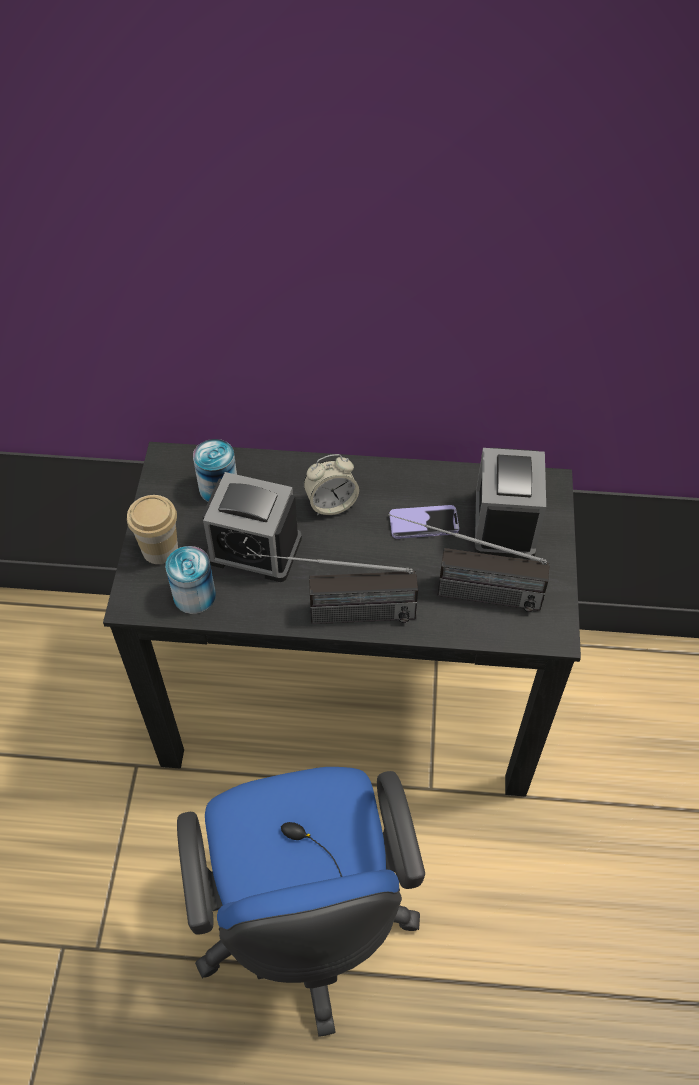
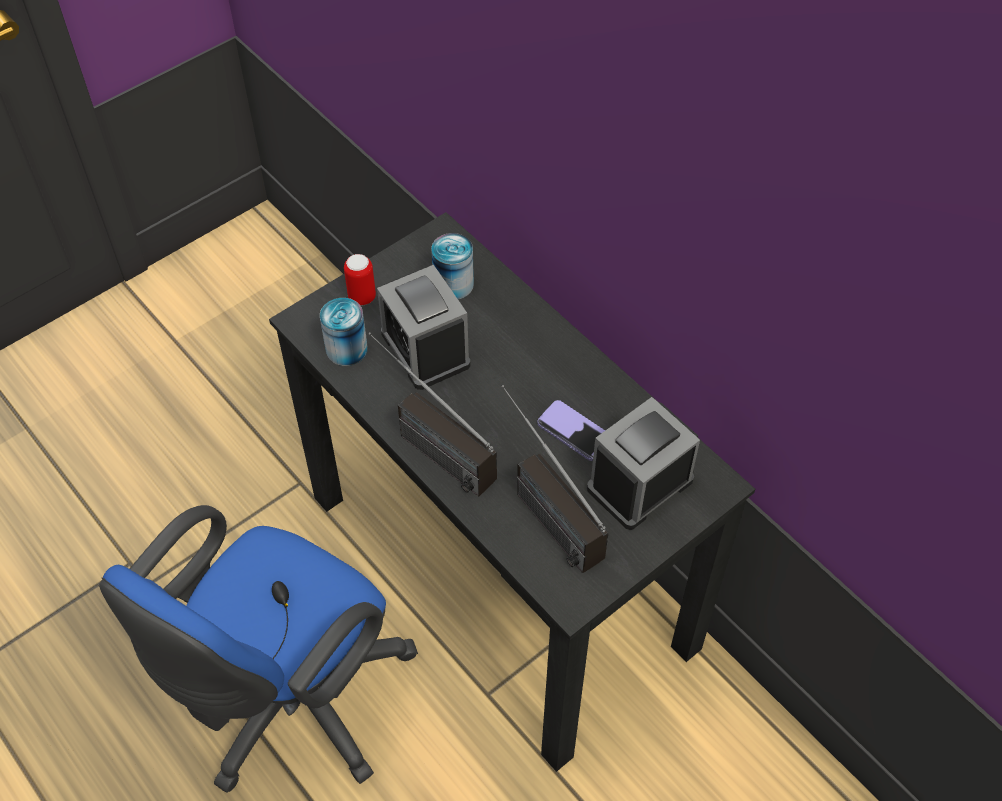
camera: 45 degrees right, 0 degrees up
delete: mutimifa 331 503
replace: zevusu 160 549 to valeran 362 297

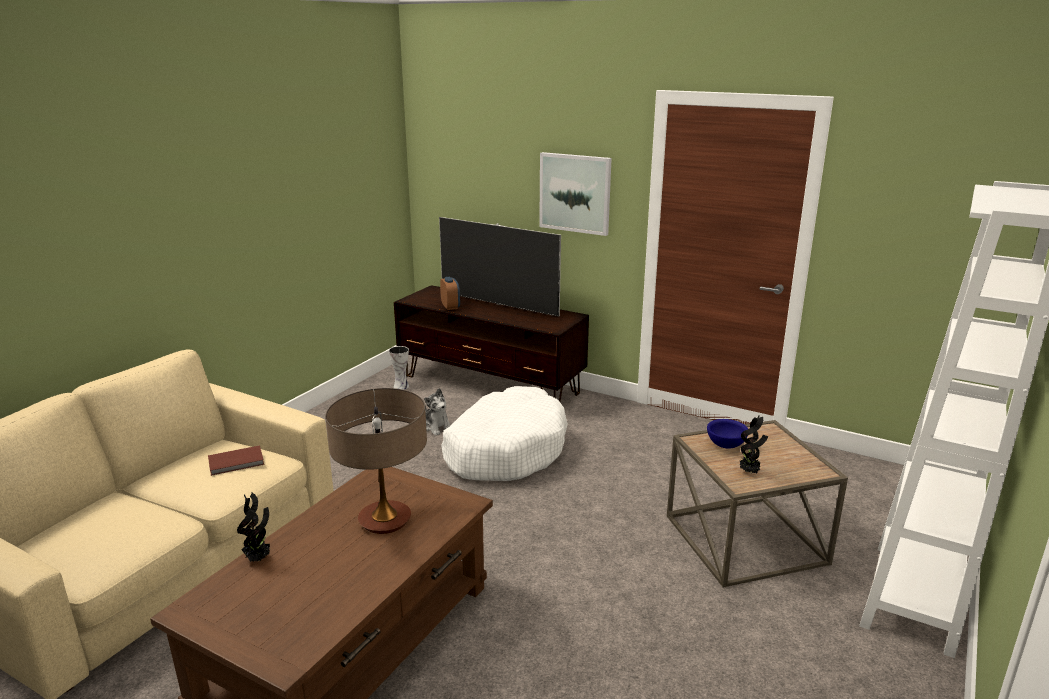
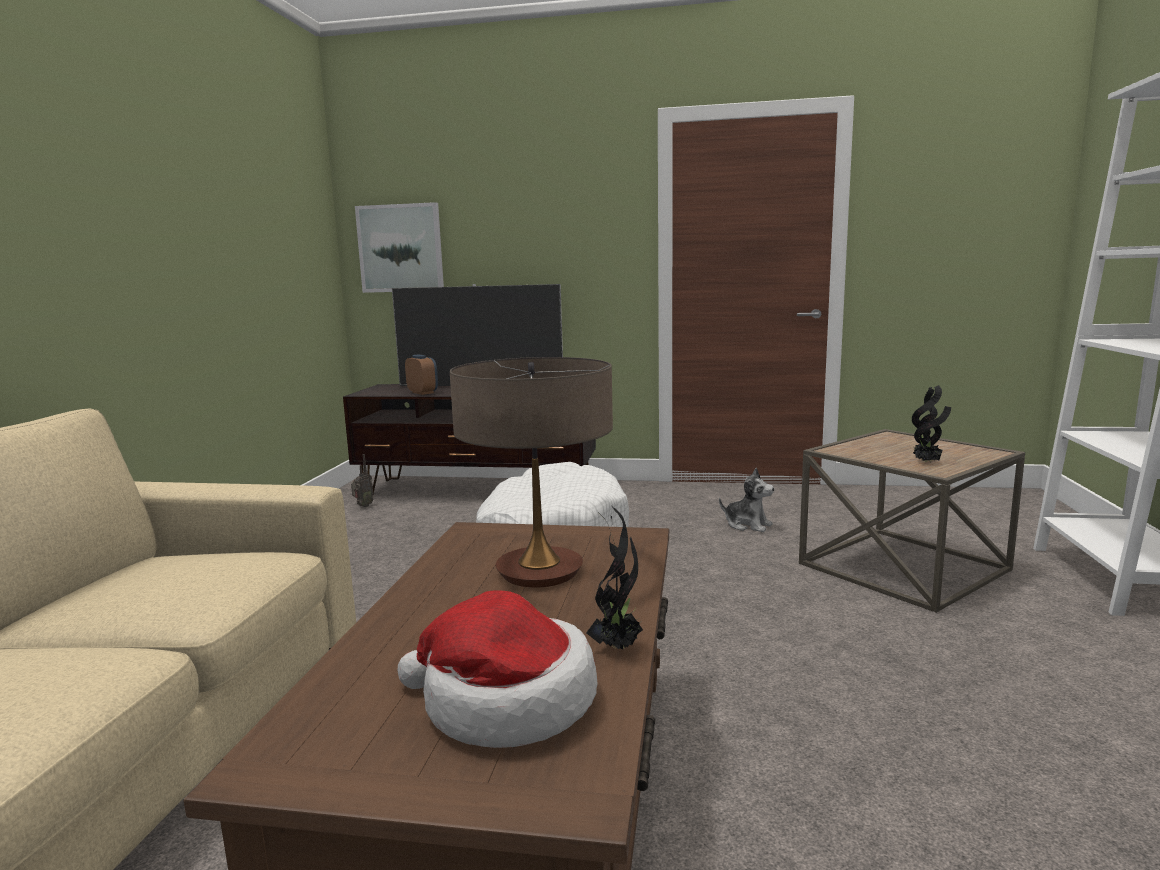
camera: 20 degrees left, 10 degrees down
delete: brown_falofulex 237 462; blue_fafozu 726 445
insert: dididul 505 702
move: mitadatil 575 193 to 401 248; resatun 259 559 to 618 647; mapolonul 436 427 to 747 525
replace: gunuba 401 386 to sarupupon 363 506

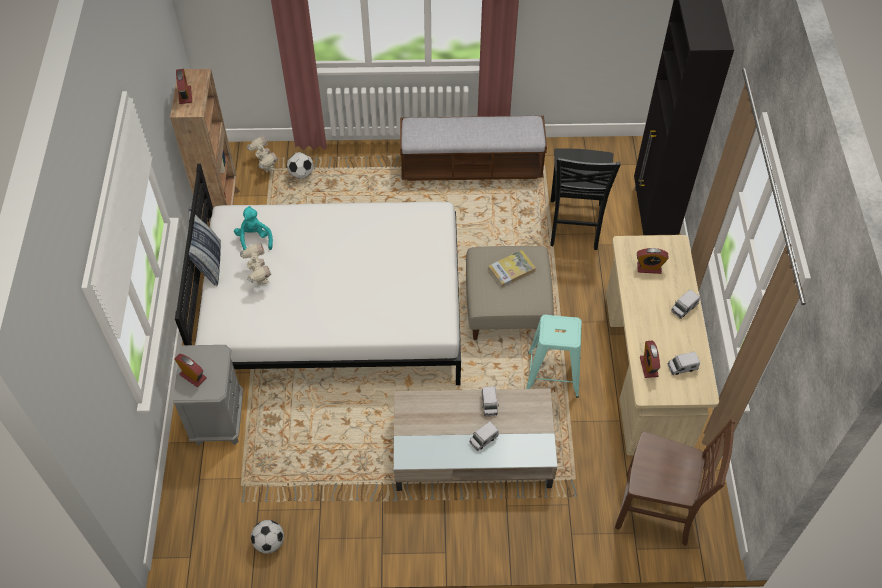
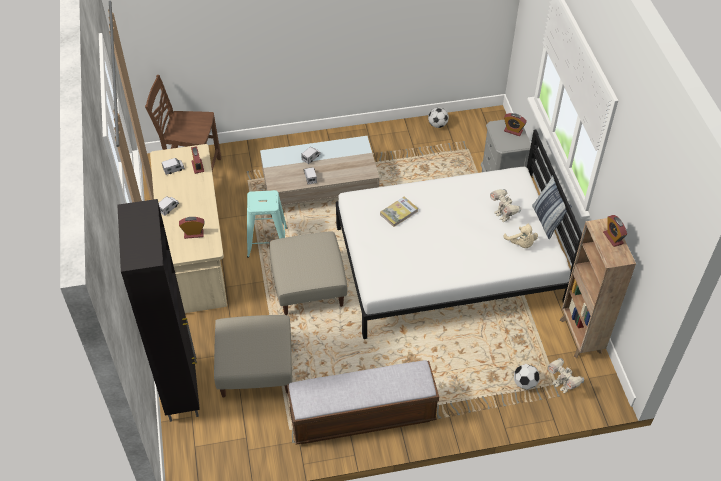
camera: 170 degrees right, 5 degrees down
move: falofulex 511 270 to 399 213
replace: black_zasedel 574 225 to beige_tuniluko 256 368
recolor: turquoise_mapolonul 254 239 to beige_mapolonul 521 244

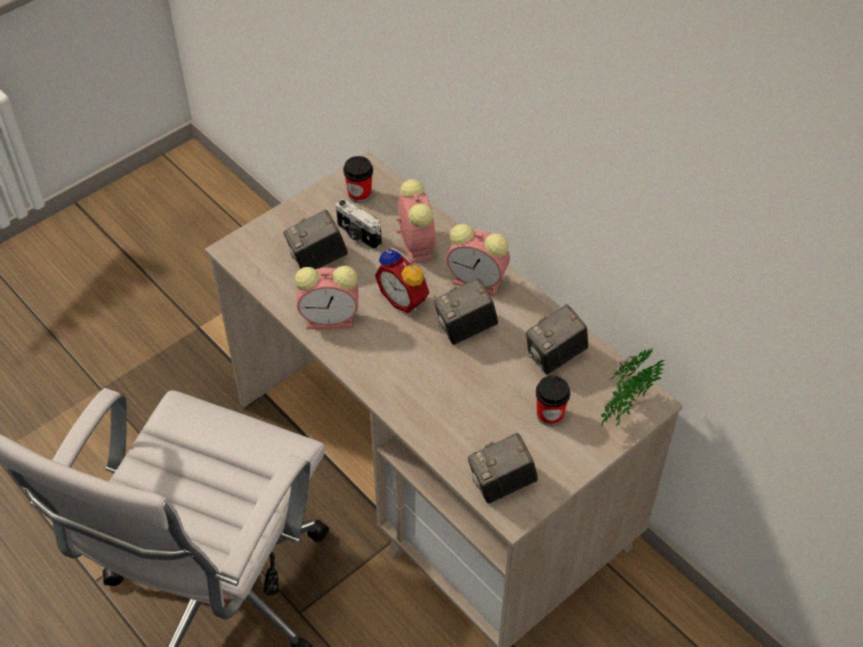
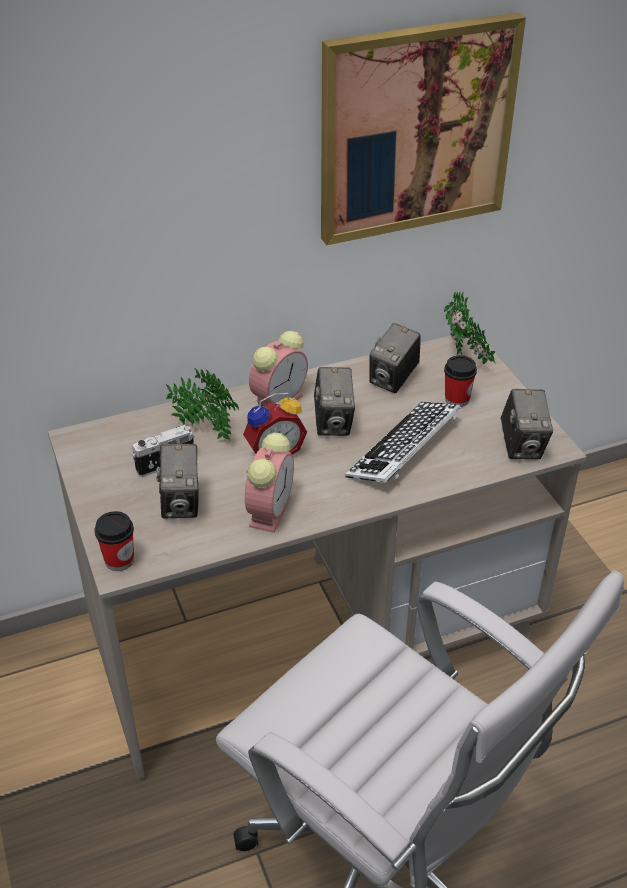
camera: 70 degrees left, 10 degrees down
insert: mitadatil 415 129; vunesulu 404 449
move: zevusu 359 195 to 119 560
replace: mutimifa 415 244 to resatun 204 429
rotate: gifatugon 555 357 = 393 379 45 degrees clockwise

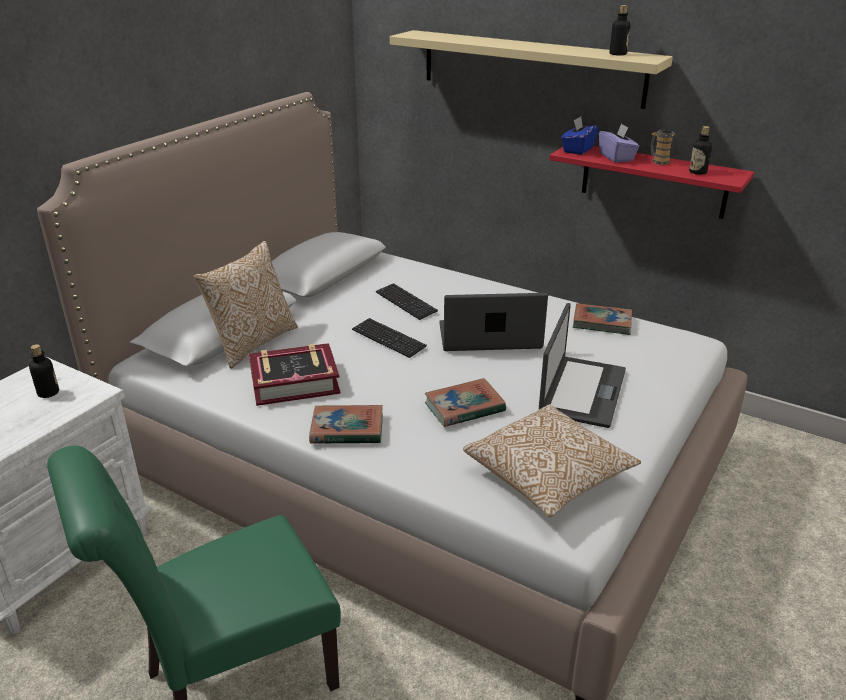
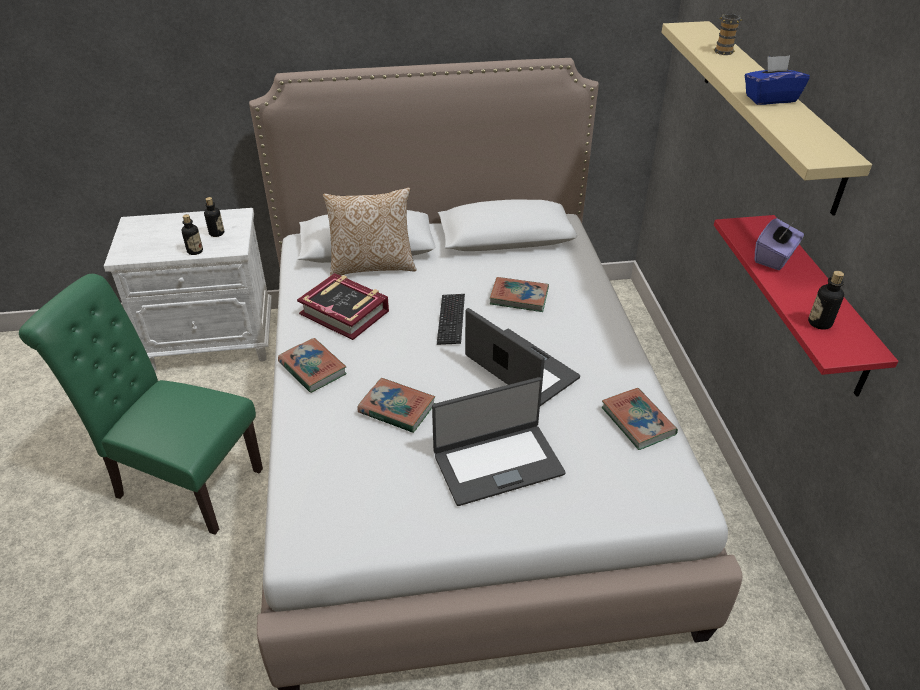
camera: 50 degrees right, 10 degrees up
delete: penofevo 547 476
move: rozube 618 54 to 195 251; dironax 658 161 to 723 50; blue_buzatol 578 150 to 770 98
replace: vunesulu 406 303 to falofulex 519 297

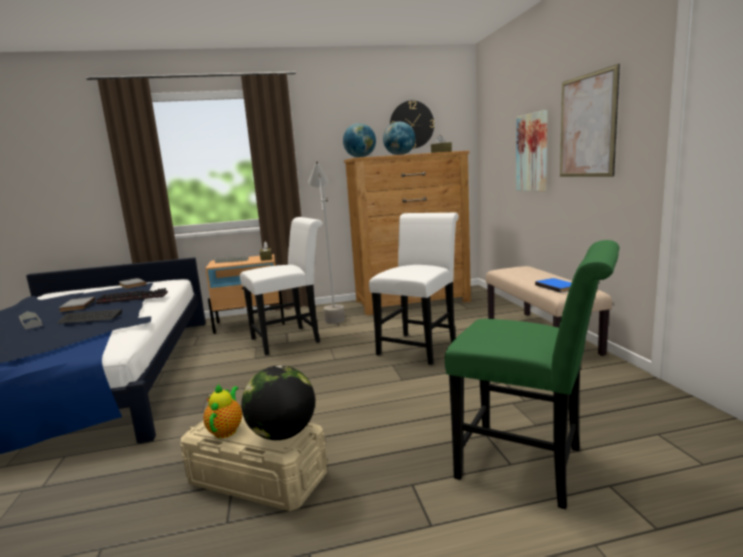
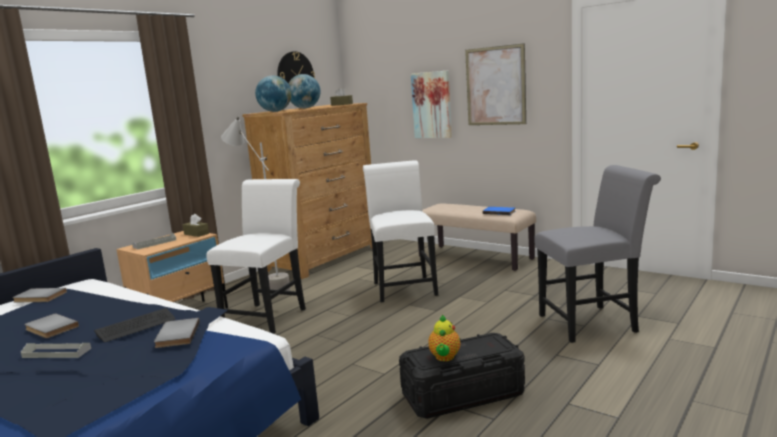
camera: 40 degrees left, 0 degrees up
delete: vunesulu 134 297; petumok 282 434
insert: grey_falofulex 176 335
recolor: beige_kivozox 258 479 to black_kivozox 463 395; green_zasedel 530 465 to grey_zasedel 593 322
rotate: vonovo 226 430 = 444 358 135 degrees counterclockwise

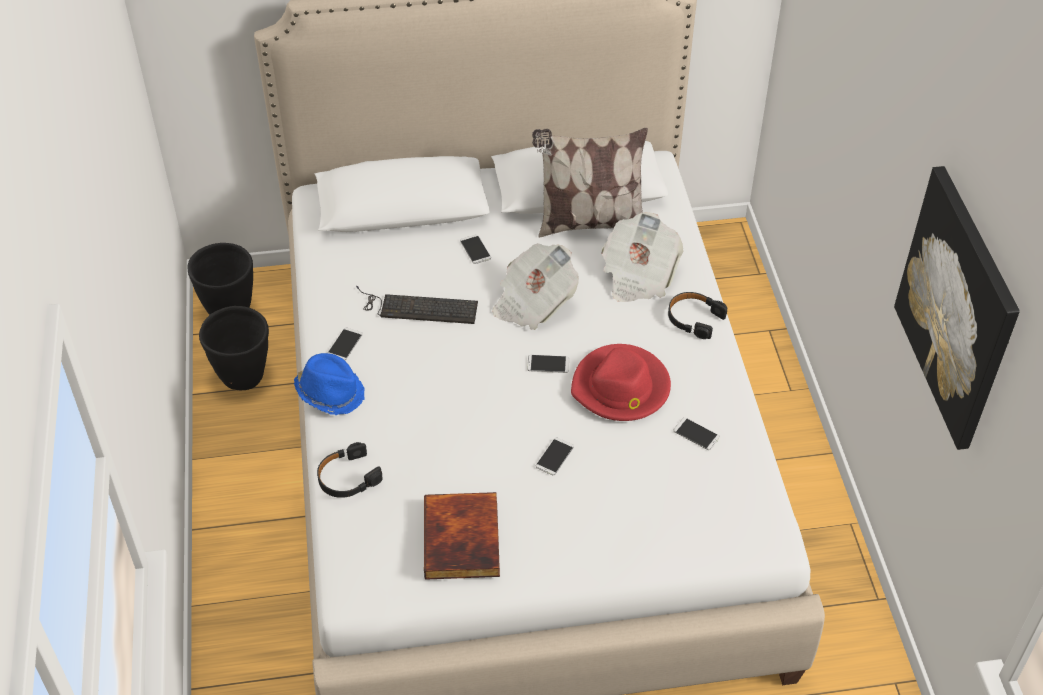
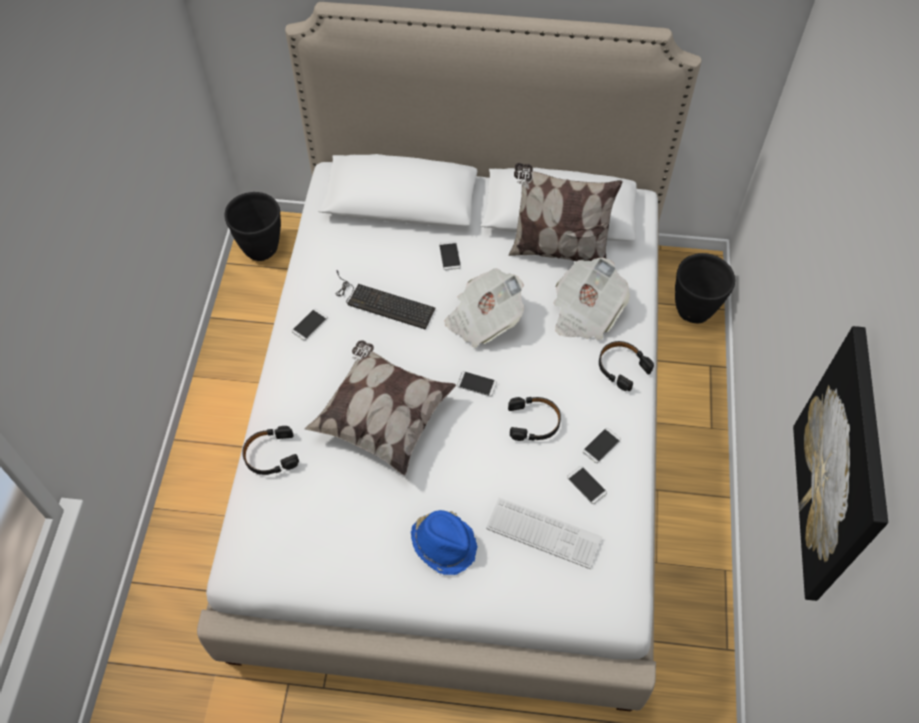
camera: 15 degrees right, 10 degrees up
delete: falofulex 464 540
insert: penofevo 383 417; vunesulu 543 533
move: blue_dididul 331 392 to 444 544; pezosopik 554 457 to 601 445; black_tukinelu 244 377 to 694 311
replace: red_dididul 621 387 to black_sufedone 534 422

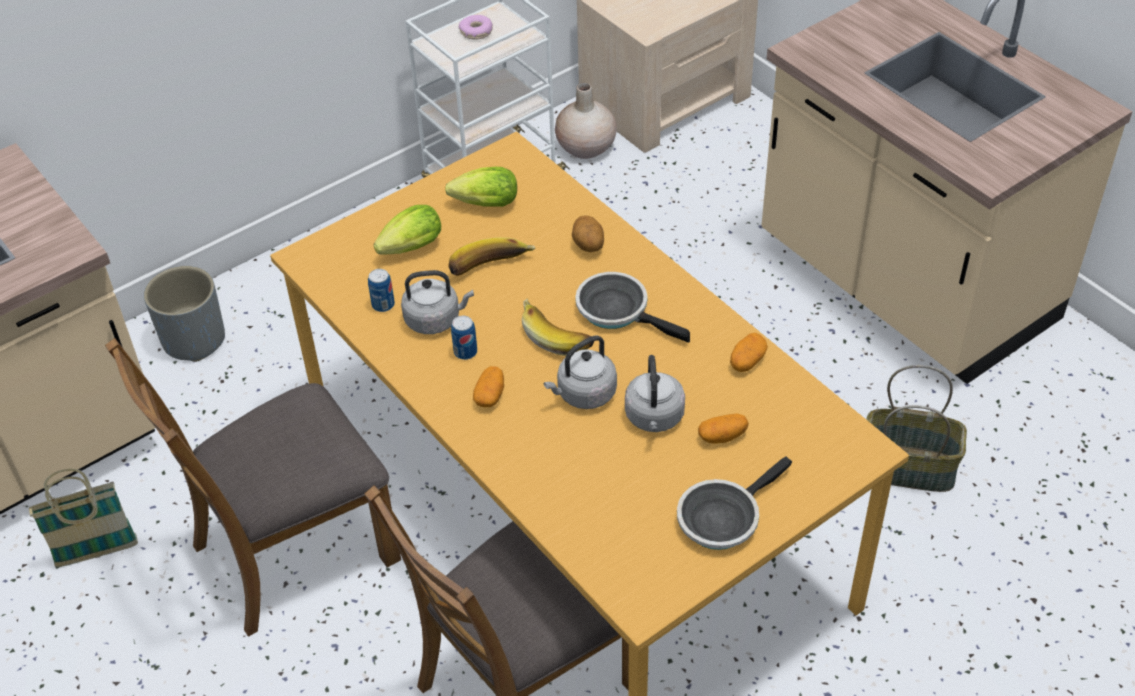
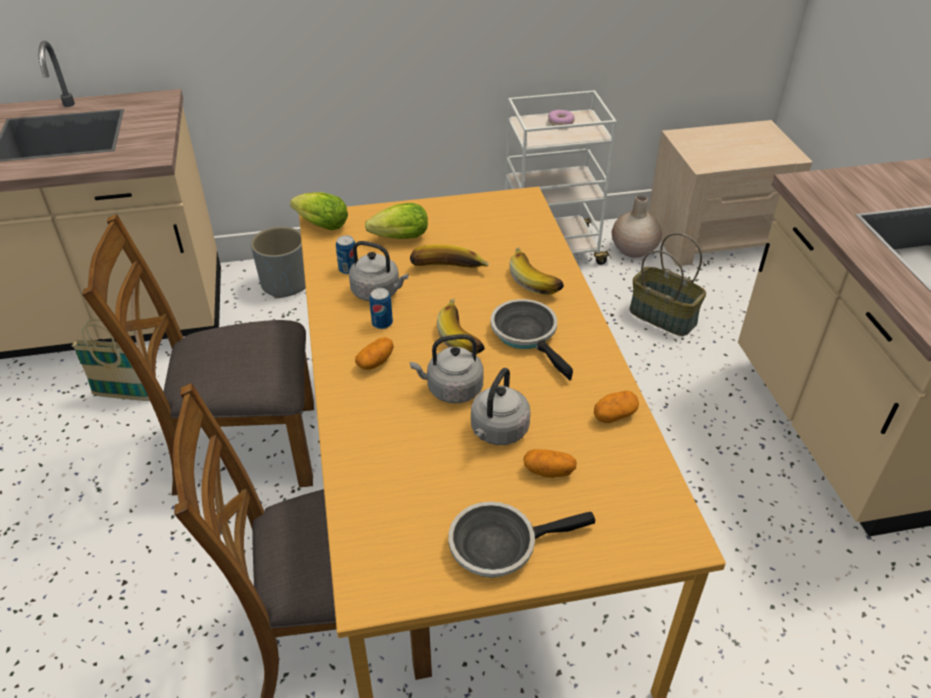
camera: 25 degrees right, 5 degrees down
move: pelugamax 482 204 to 319 225; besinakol 908 467 to 663 316
replace: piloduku 587 246 to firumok 537 279

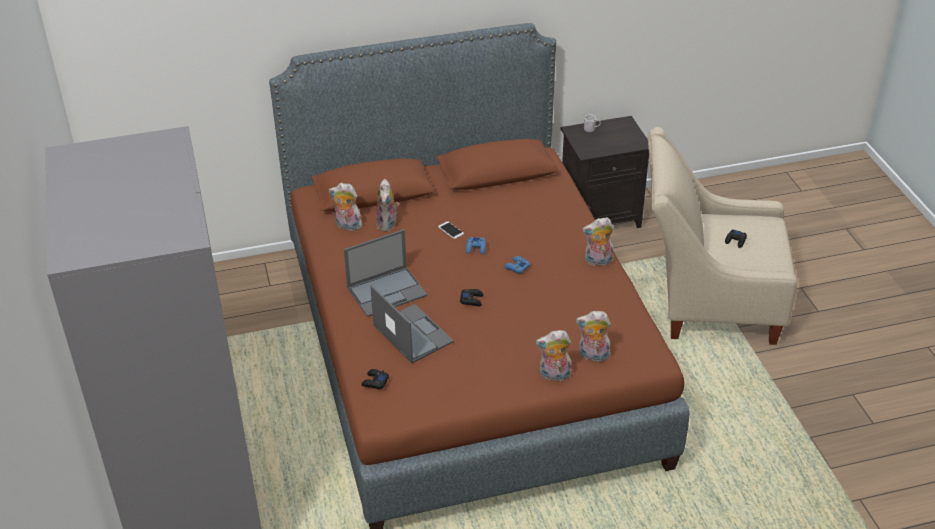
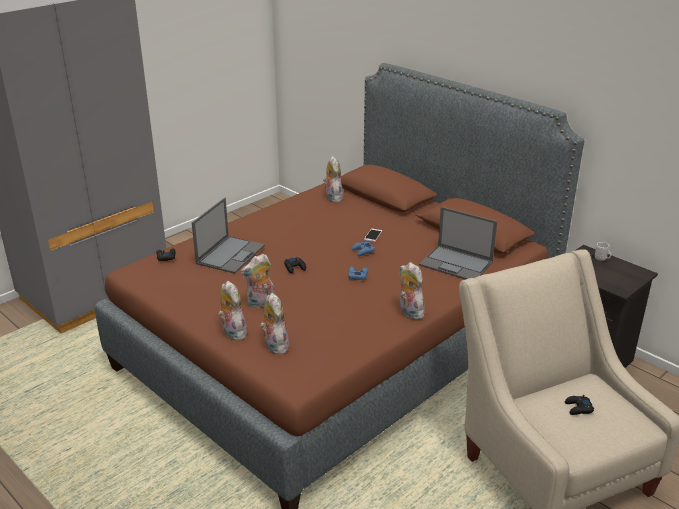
camera: 60 degrees right, 10 degrees down
move: mapolonul 388 224 to 261 304; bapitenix 387 291 to 457 264

